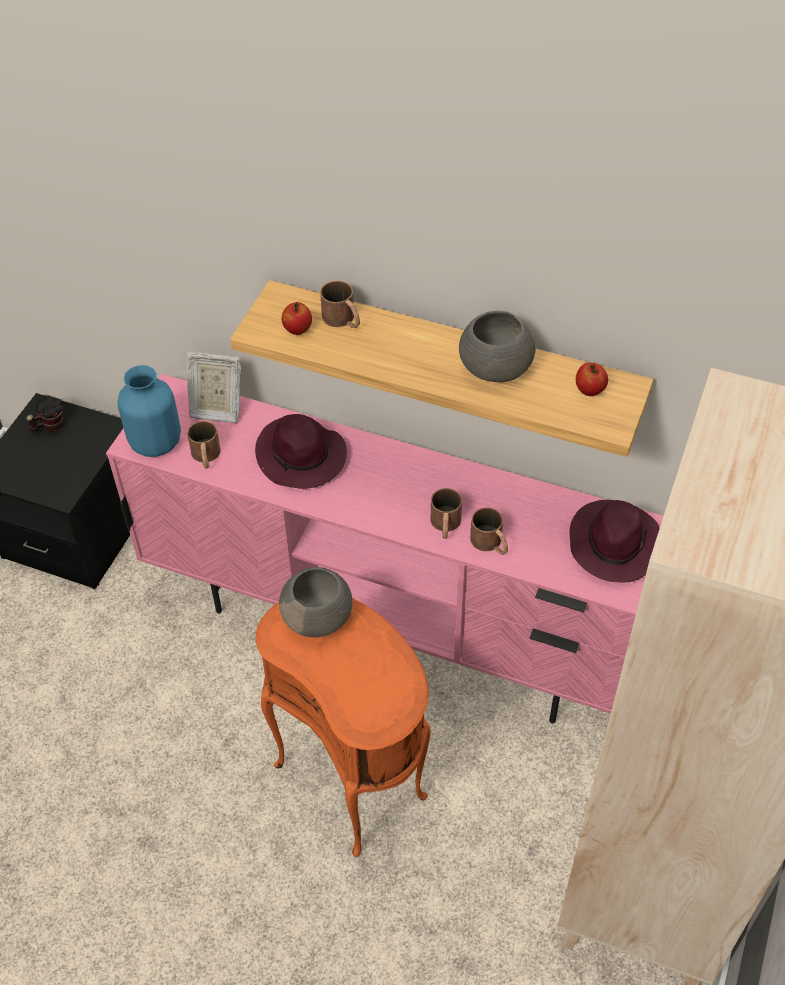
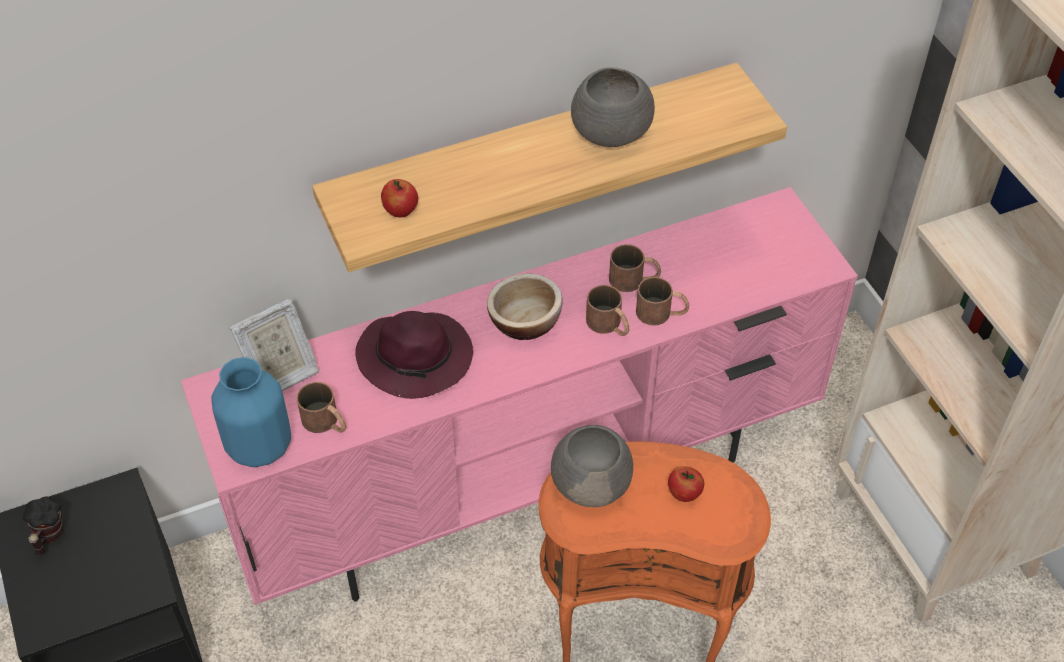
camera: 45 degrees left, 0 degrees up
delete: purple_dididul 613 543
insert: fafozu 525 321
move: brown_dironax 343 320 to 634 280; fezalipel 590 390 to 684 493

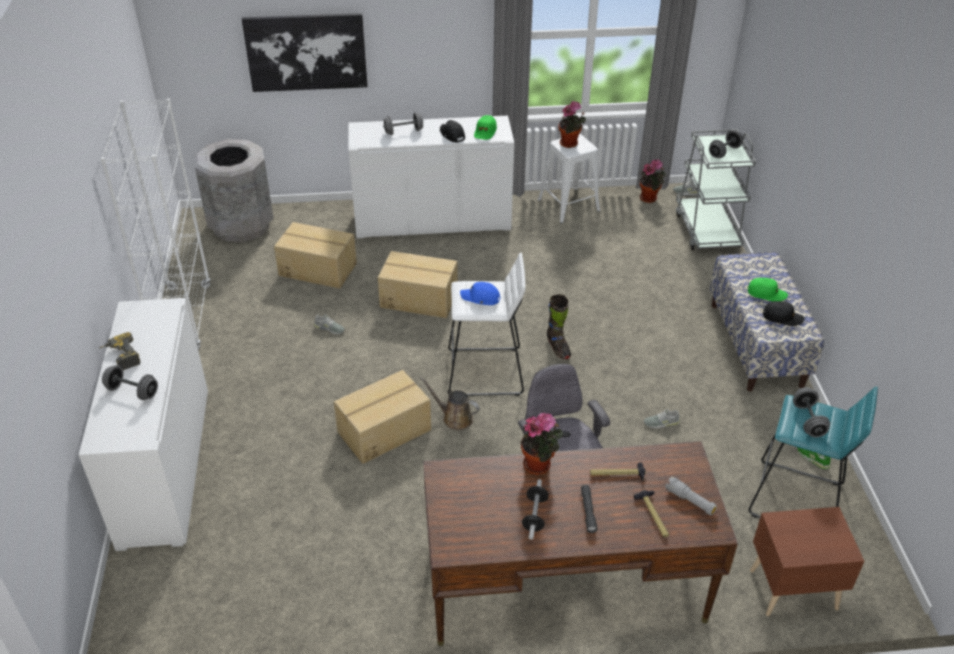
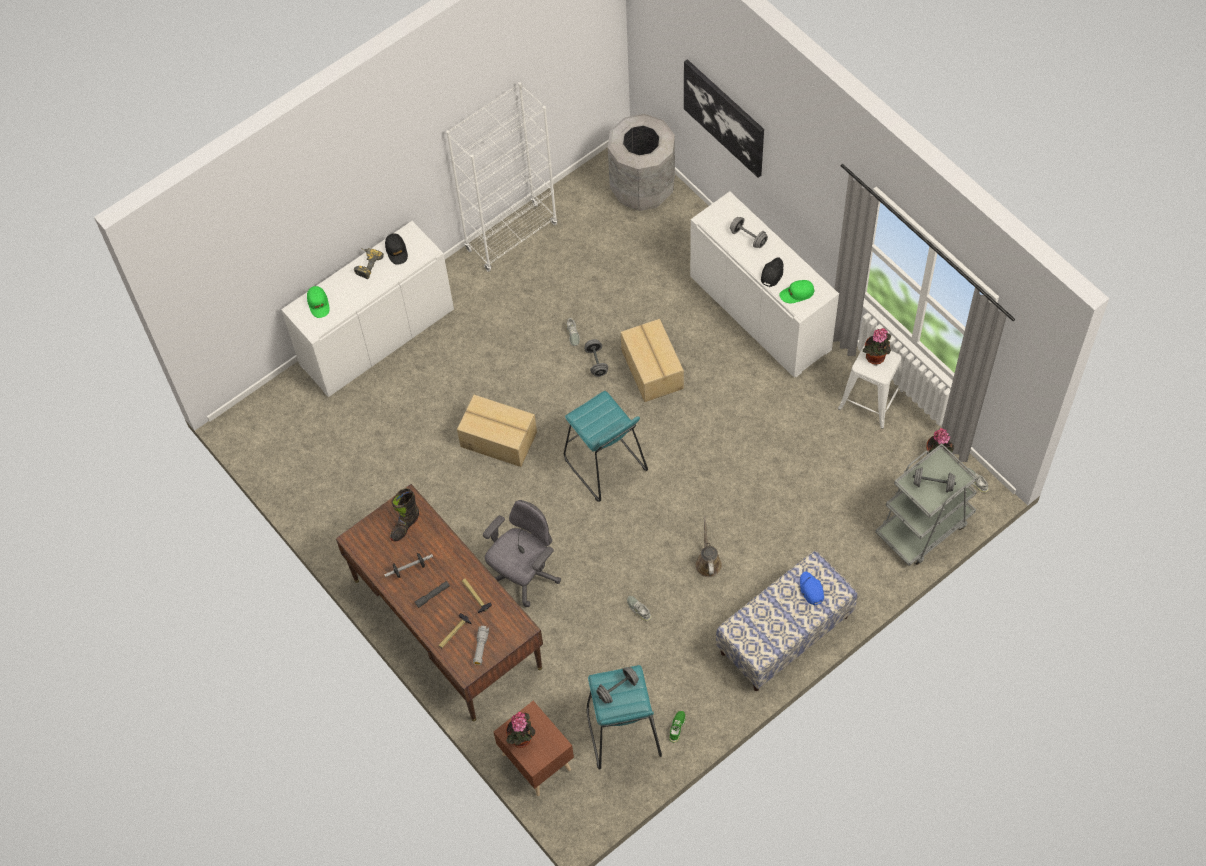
camera: 60 degrees right, 20 degrees up
delete: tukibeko 318 269
move: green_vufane 766 293 to 318 304; black_vufane 782 317 to 396 251; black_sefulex 558 347 to 405 526; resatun 539 465 to 522 740; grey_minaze 132 391 to 596 362; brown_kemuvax 455 418 to 708 562; blue_vufane 481 298 to 811 590
recolor: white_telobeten 486 372 to turquoise_telobeten 605 465

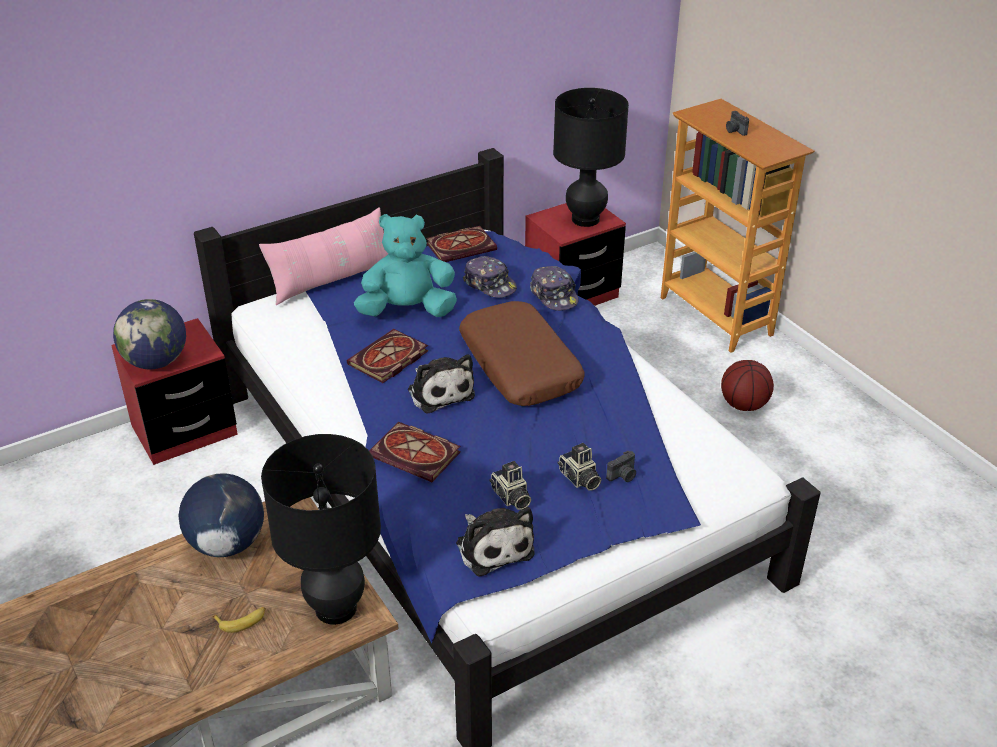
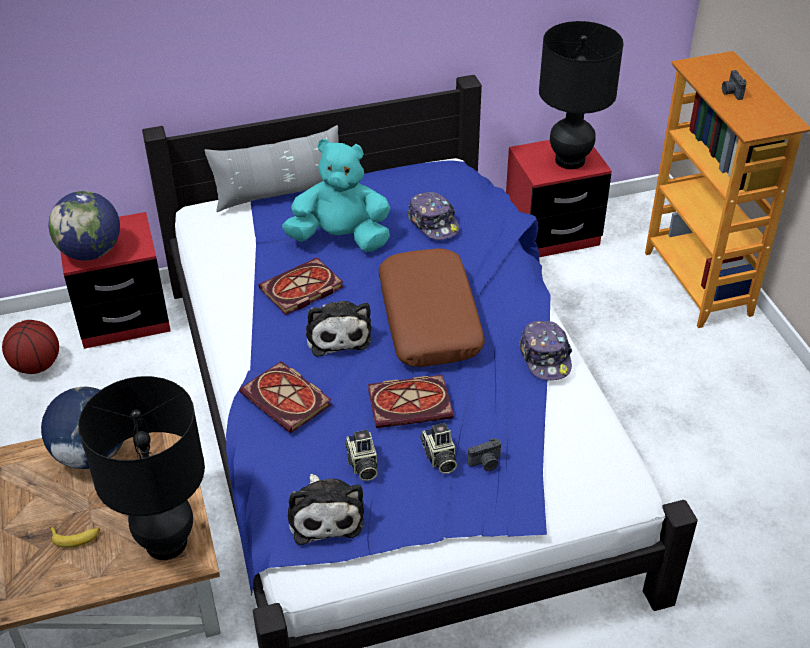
camera: 15 degrees right, 5 degrees up
move: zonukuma 744 404 to 37 365; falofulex 462 246 to 411 403; vufane 554 295 to 545 357
recolor: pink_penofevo 332 280 to grey_penofevo 280 193

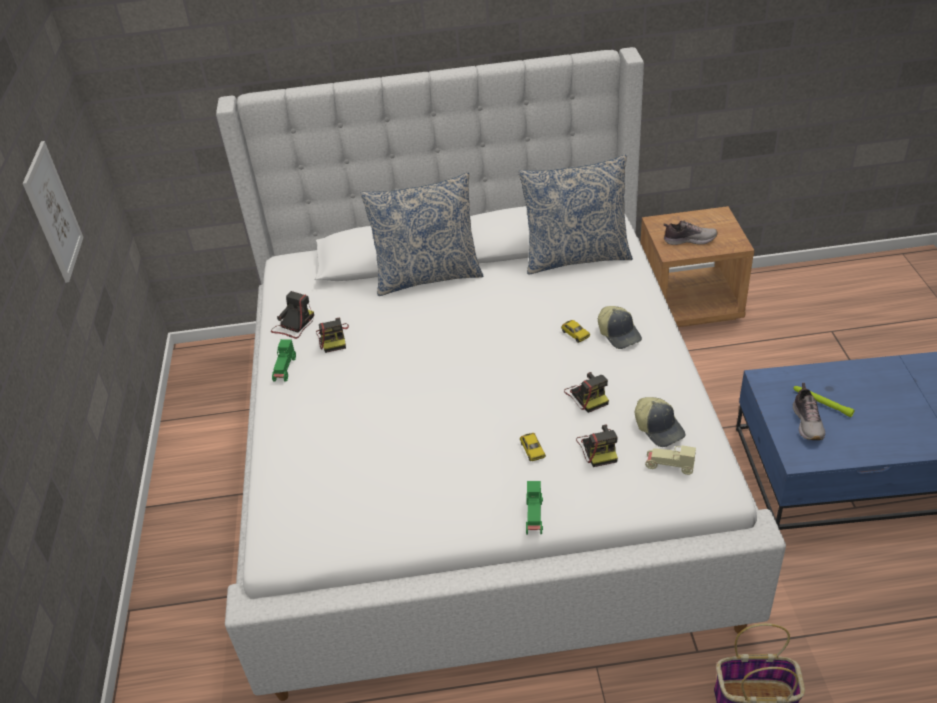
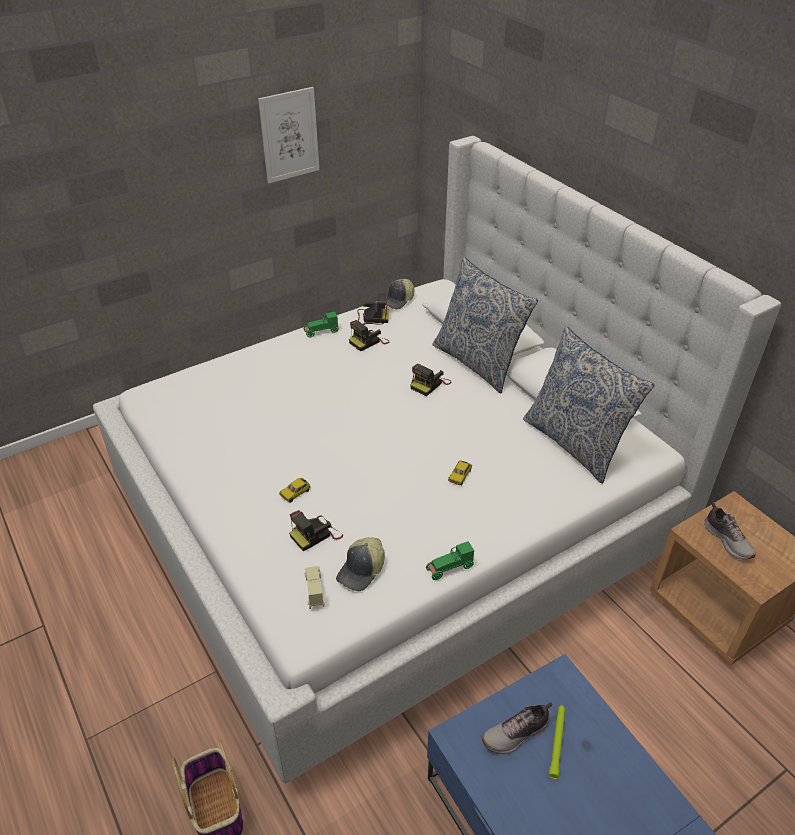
camera: 60 degrees right, 0 degrees up
move: vufane 619 334 to 398 300; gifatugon 587 395 to 429 384; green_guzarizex 534 517 to 449 569

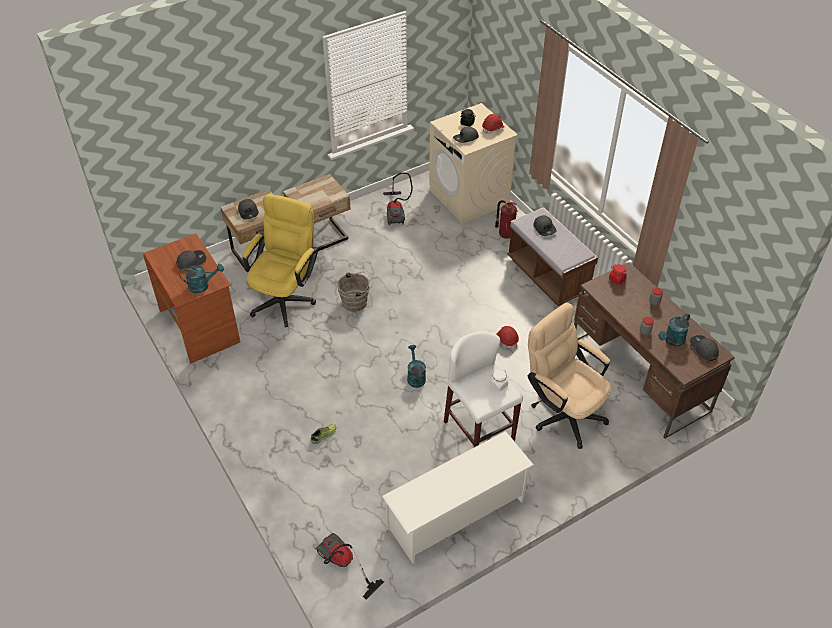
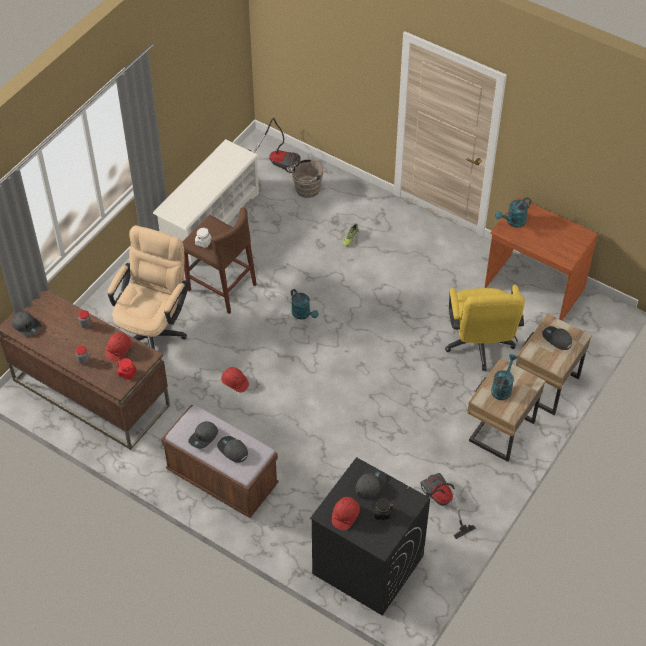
camera: 155 degrees right, 5 degrees up
delete: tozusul 505 234
insert: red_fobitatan 118 350
move: grey_vufane 191 261 to 204 437; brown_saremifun 356 302 to 306 190; turquoise_kemuvax 672 341 to 502 387
recolor: white_telobeten 479 431 to brown_telobeten 221 287; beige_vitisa 469 197 to black_vitisa 367 564
rotate: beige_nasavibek 562 412 = 153 330 90 degrees counterclockwise

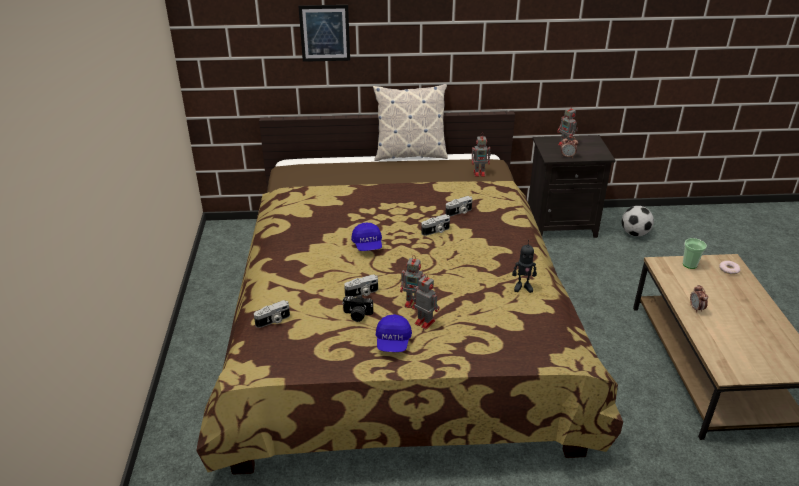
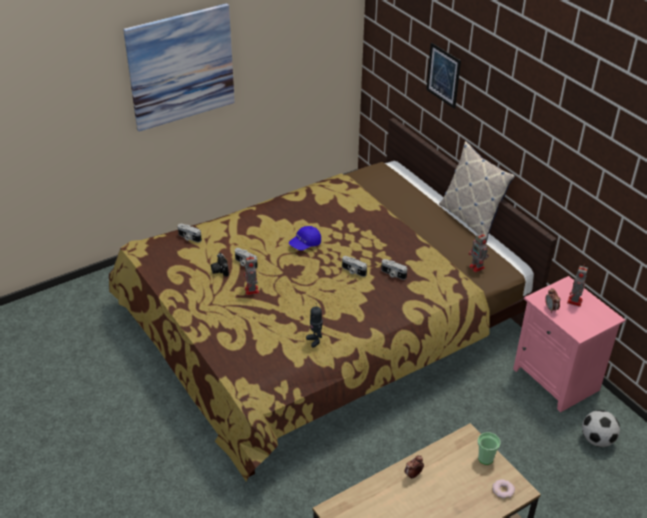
camera: 60 degrees right, 5 degrees up
delete: blue_vufane 393 342; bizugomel 424 322
insert: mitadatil 181 67
recolor: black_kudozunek 562 224 to pink_kudozunek 557 379

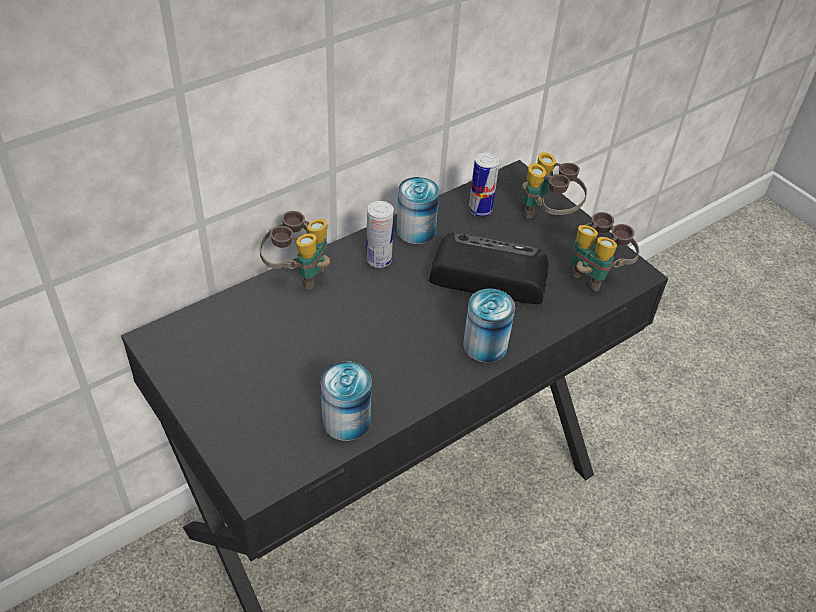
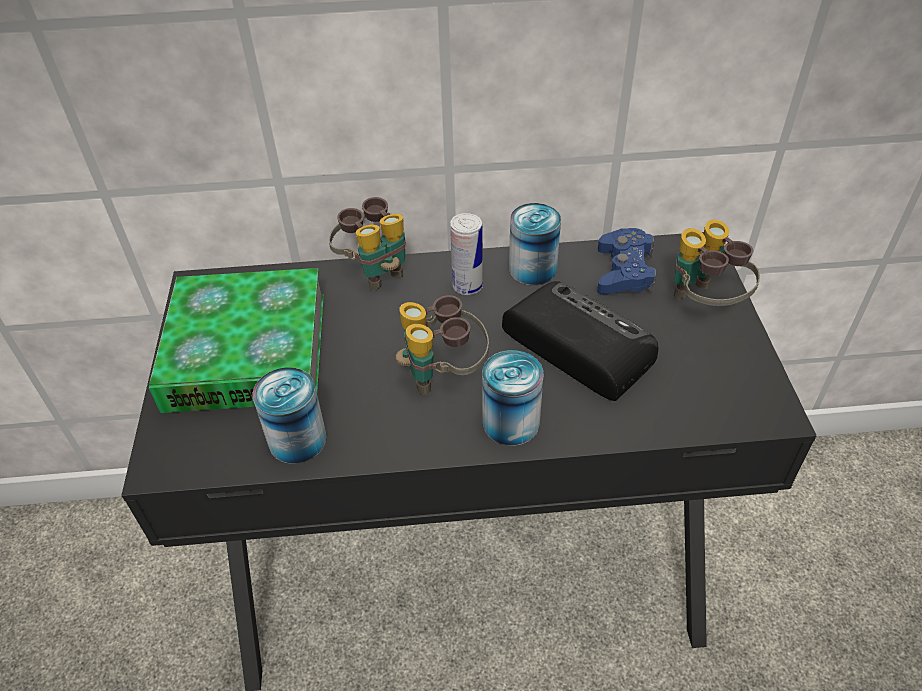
camera: 35 degrees right, 0 degrees up
insert: falofulex 247 351
move: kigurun 595 273 to 443 374
replace: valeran 480 210 to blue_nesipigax 624 271

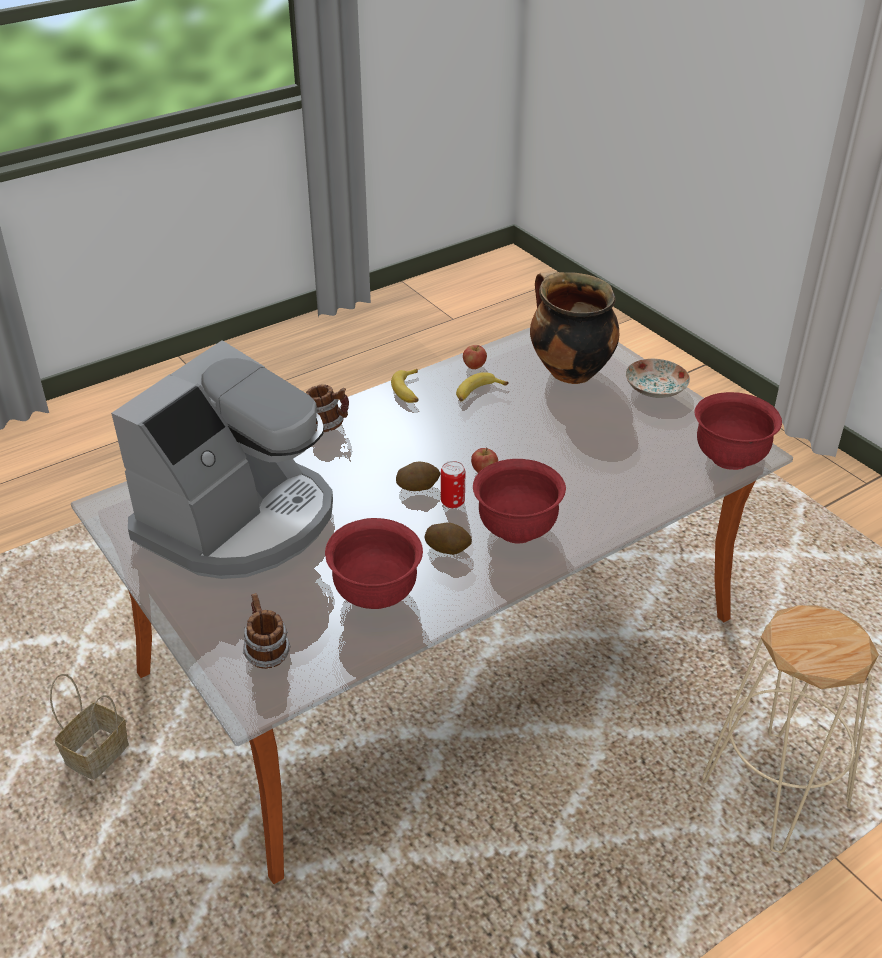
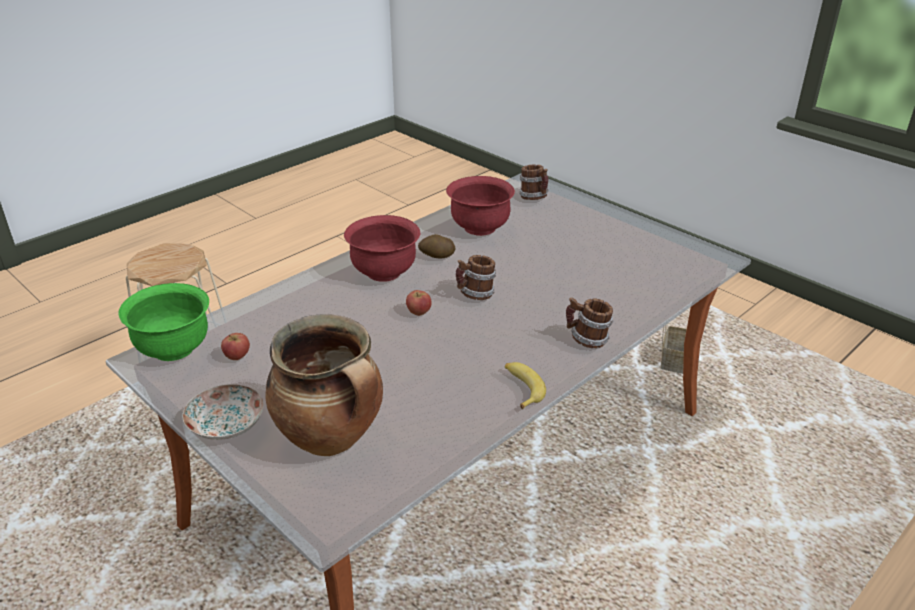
camera: 170 degrees right, 5 degrees down
delete: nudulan 239 520; valeran 452 502; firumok 478 393
move: fezalipel 474 366 to 237 357
replace: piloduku 418 486 to dironax 475 295
recolor: red_fafozu 729 457 to green_fafozu 174 349

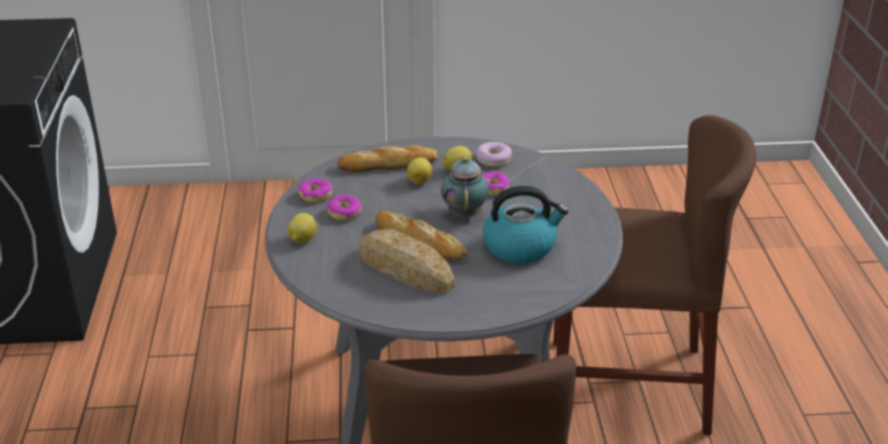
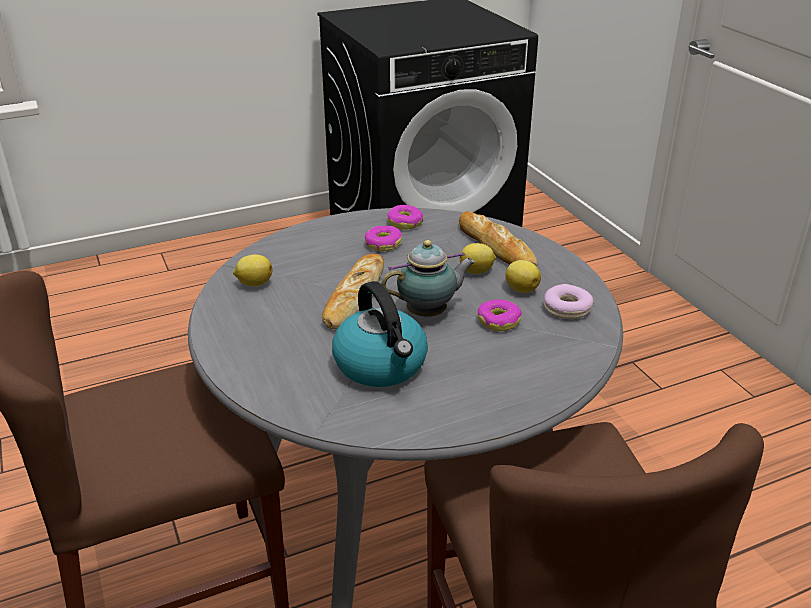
camera: 70 degrees right, 0 degrees up
delete: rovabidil 405 269
move: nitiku 302 240 to 254 283

